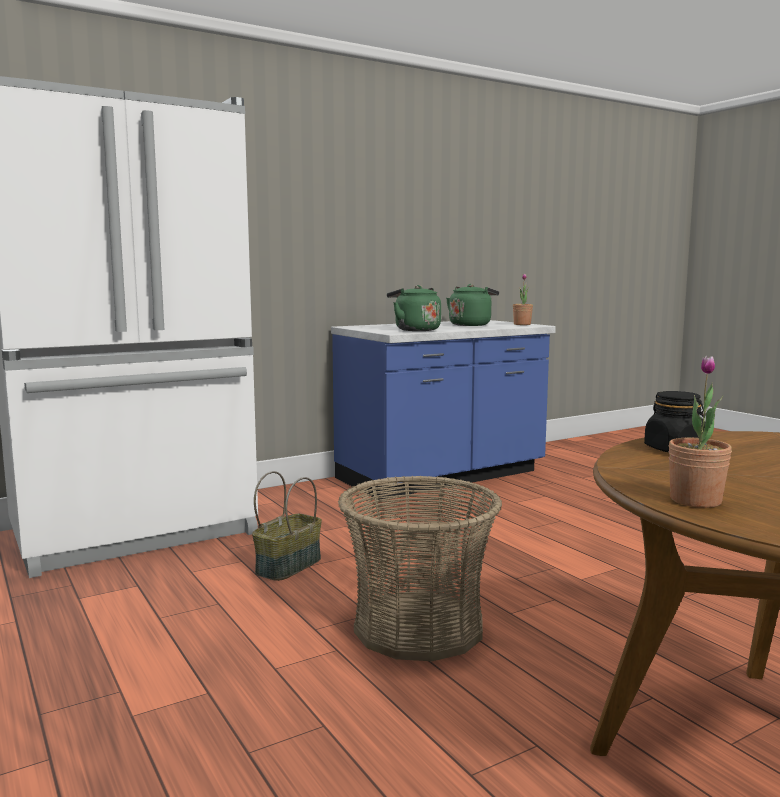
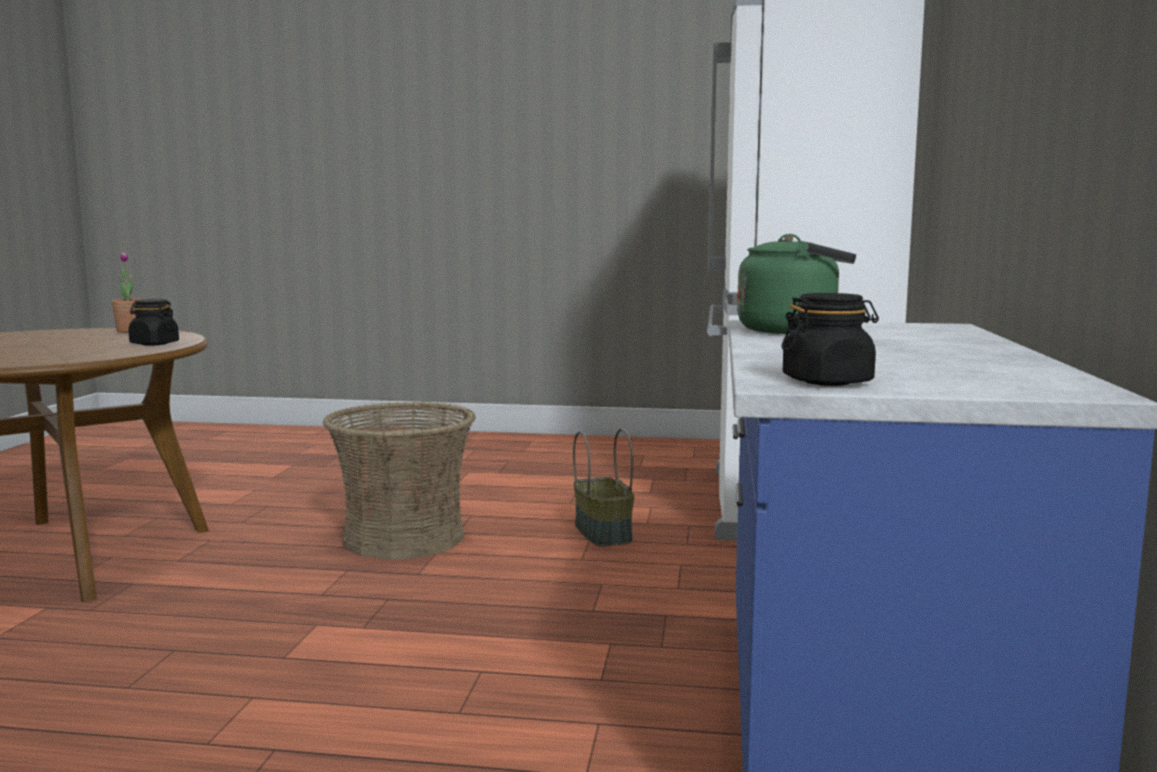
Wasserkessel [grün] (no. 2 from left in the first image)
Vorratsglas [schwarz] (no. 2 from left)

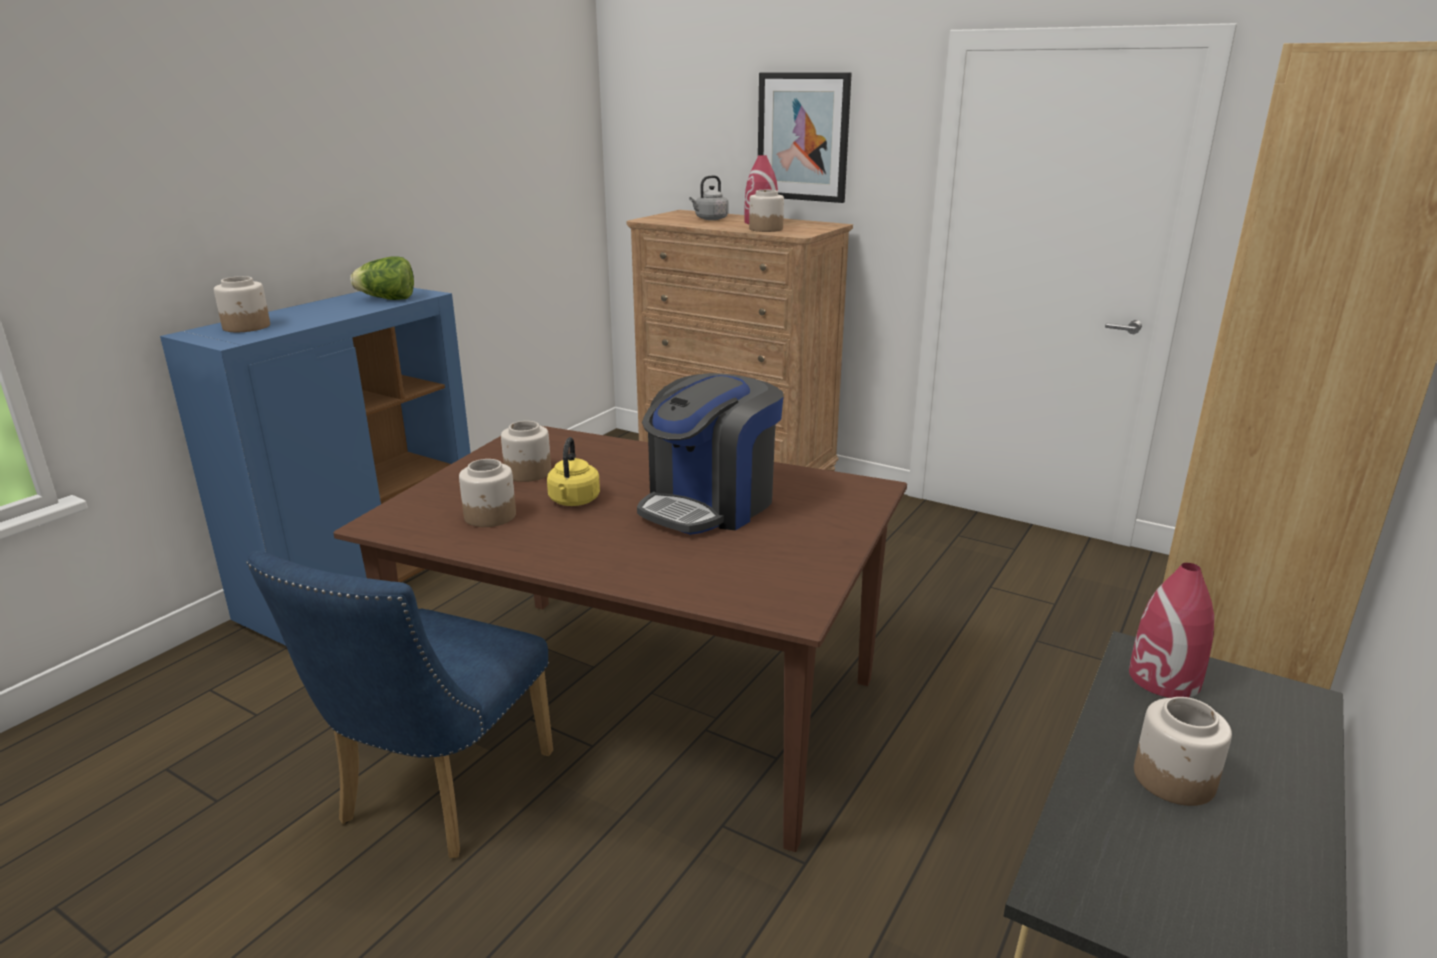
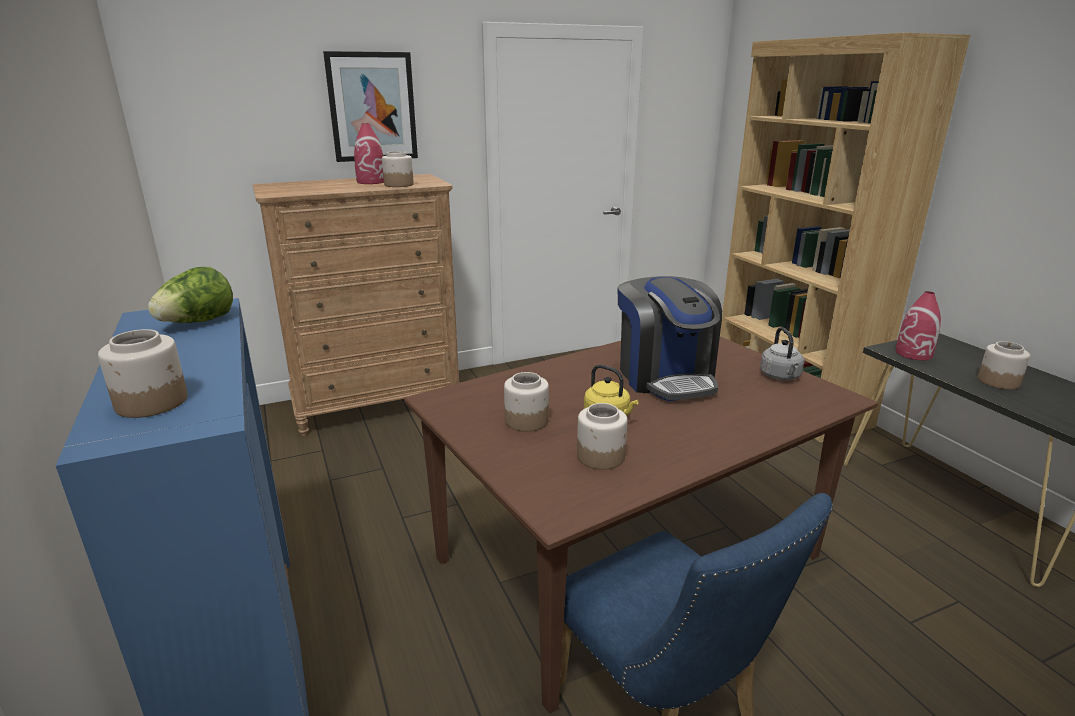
Wasserkessel [grau]

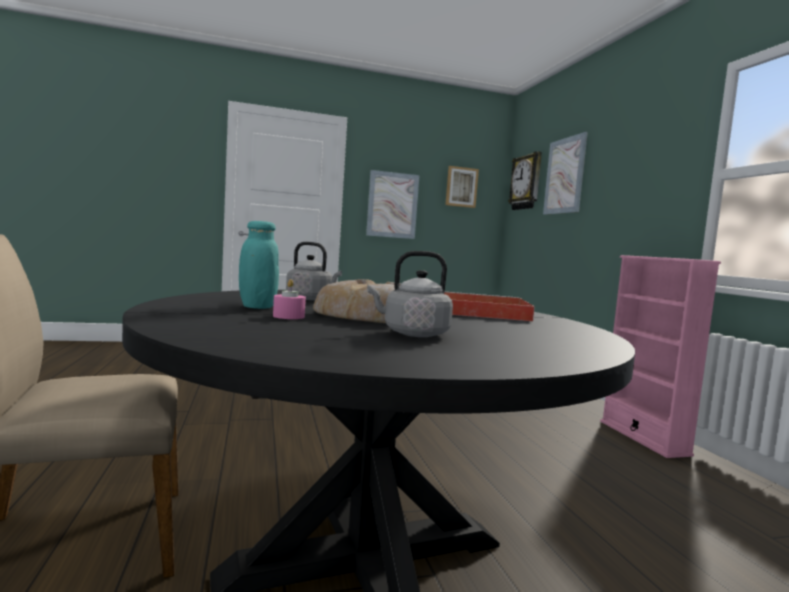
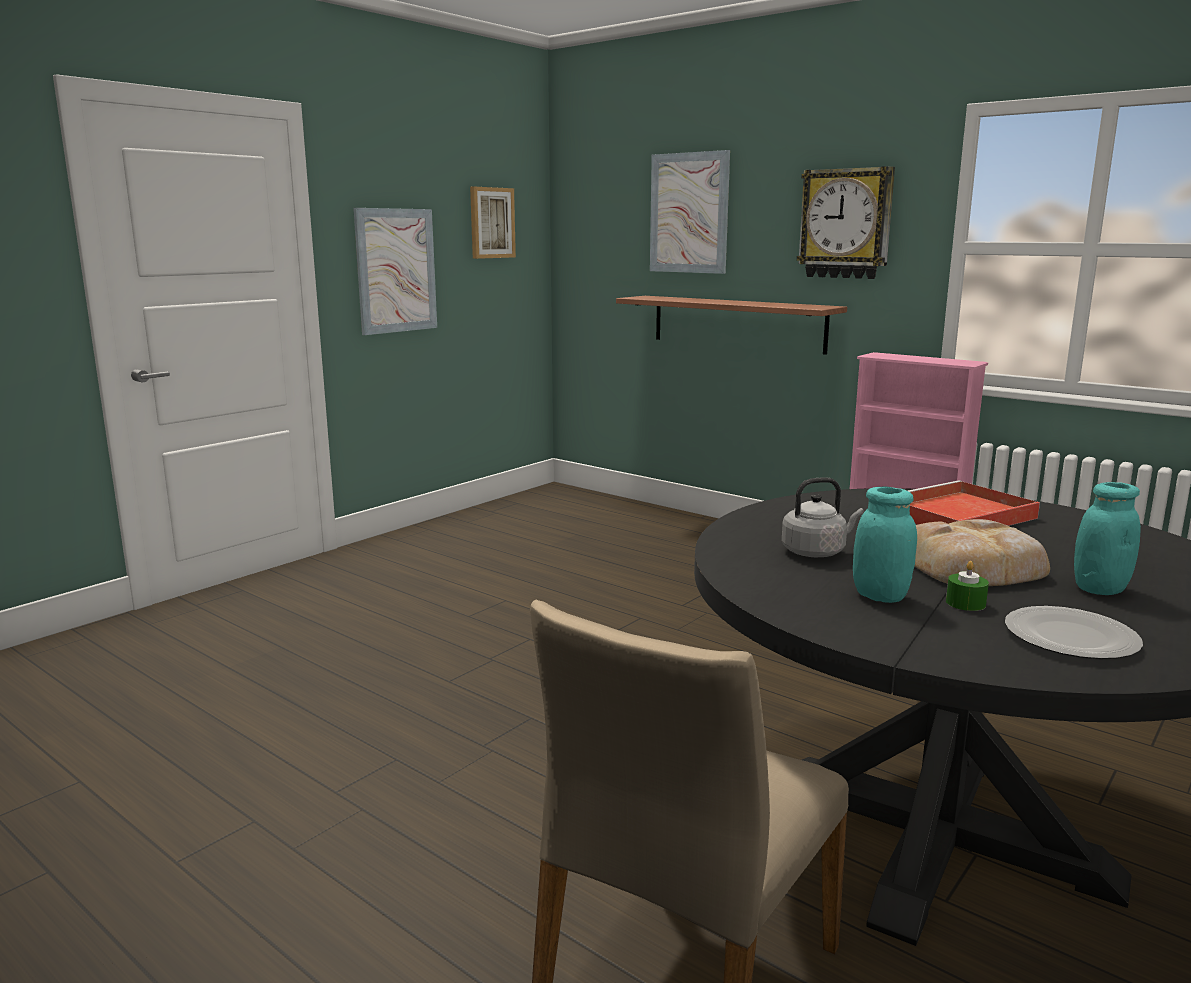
Kerze [grün]
Vorratsglas [türkis] (no. 2 from left)
Wanduhr
Wandregal
Teller

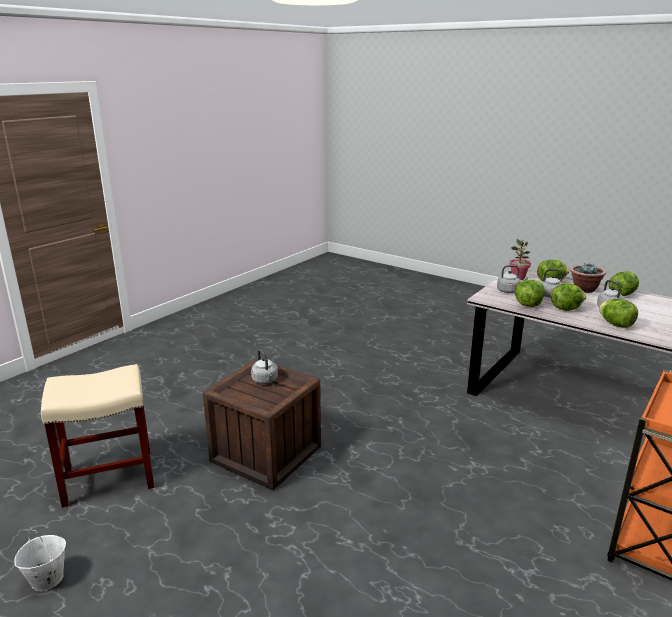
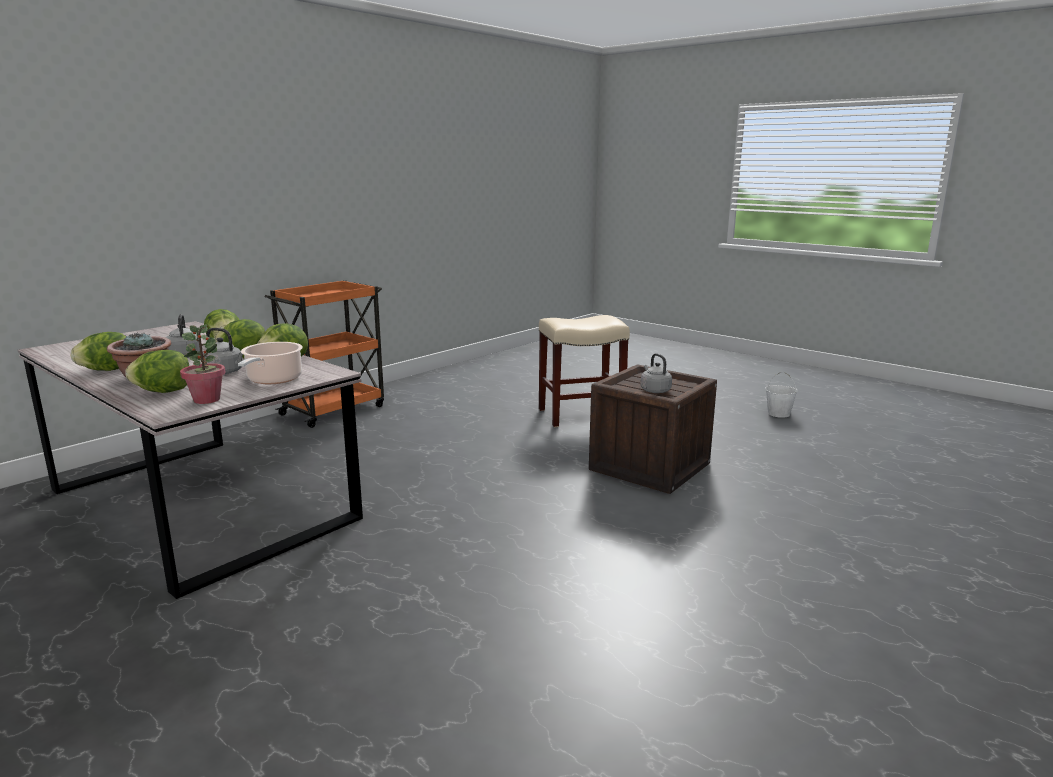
Hocker [beige]
Kochtopf

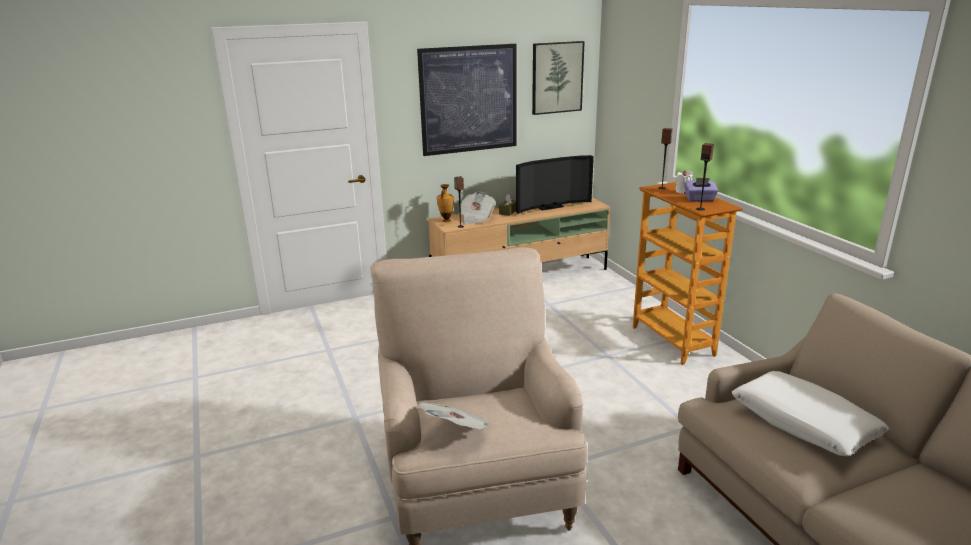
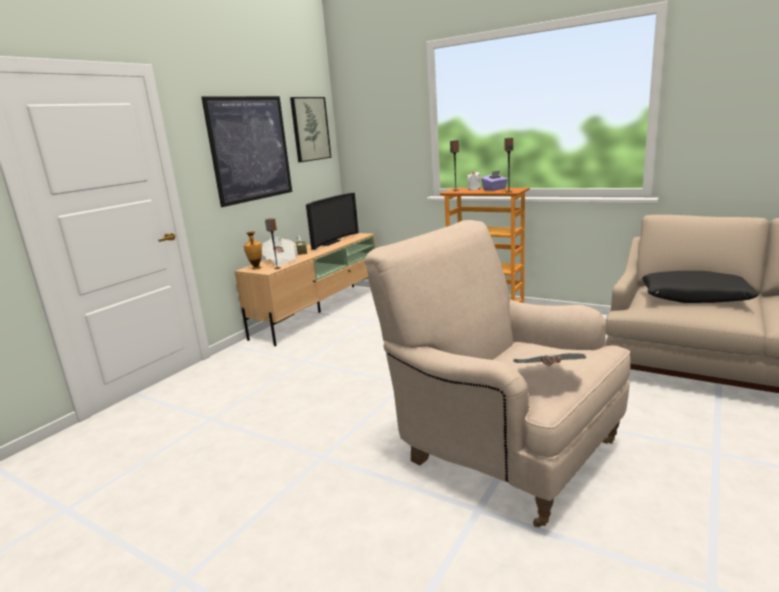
Kissen [schwarz]

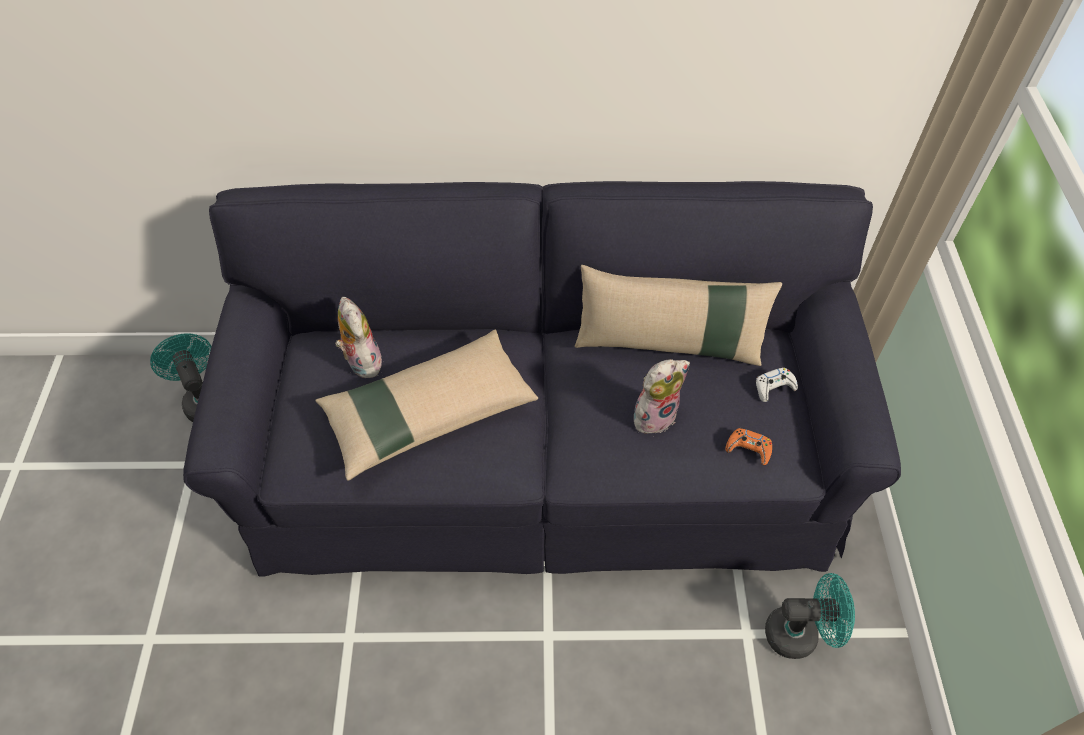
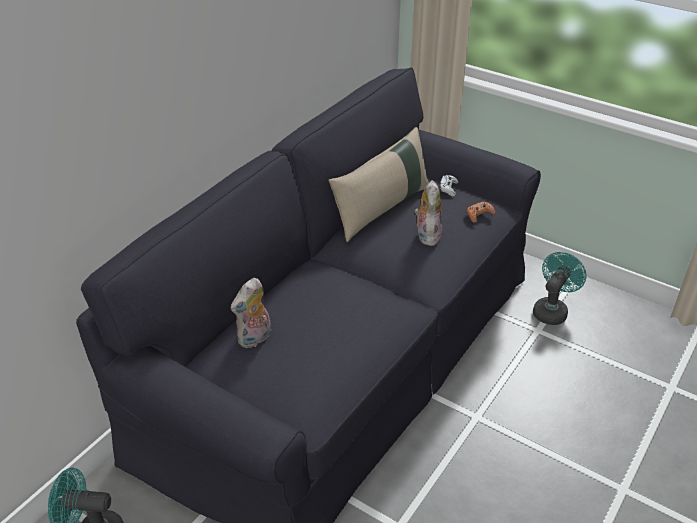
Kissen [beige] (no. 1 from left in the first image)
Plüschtier (no. 1 from left)

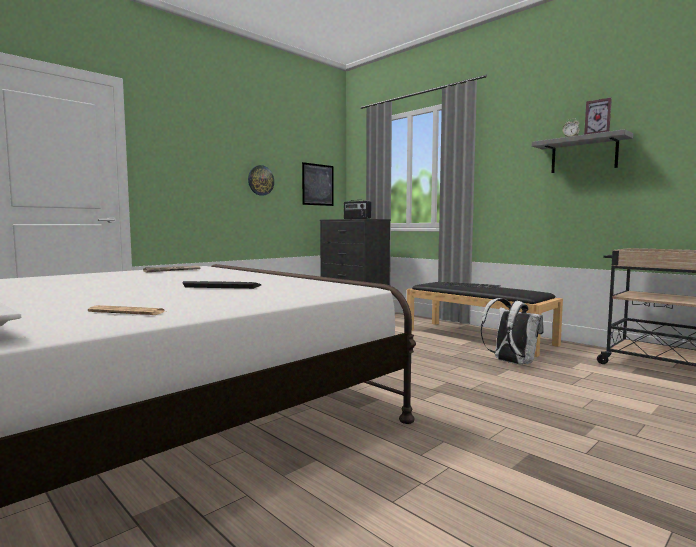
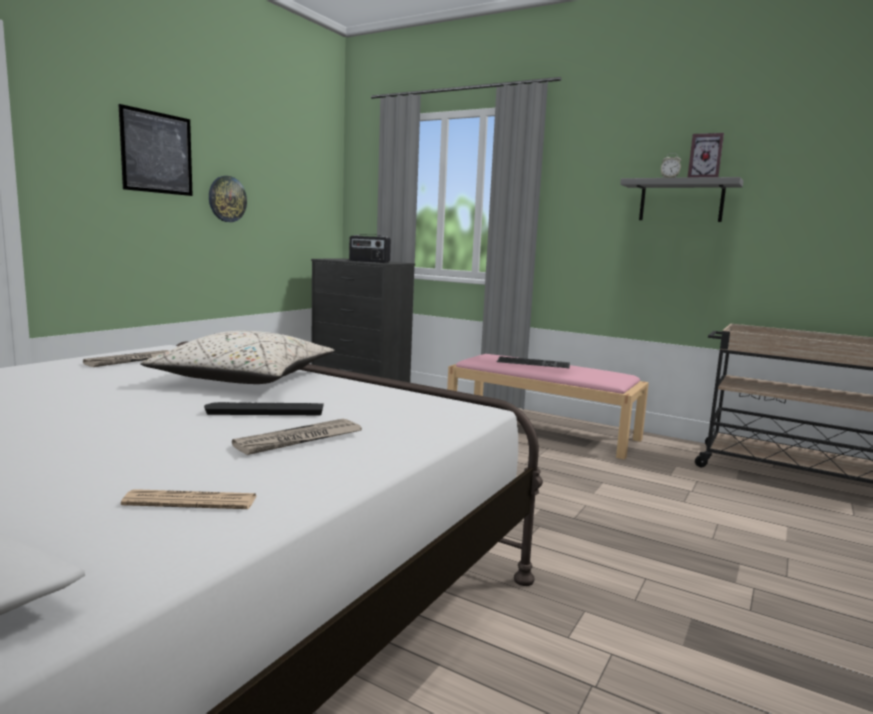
Bild
Bank [rosa]
Rucksack [weiß]
Kissen [beige]
Zeitung (no. 3 from left)

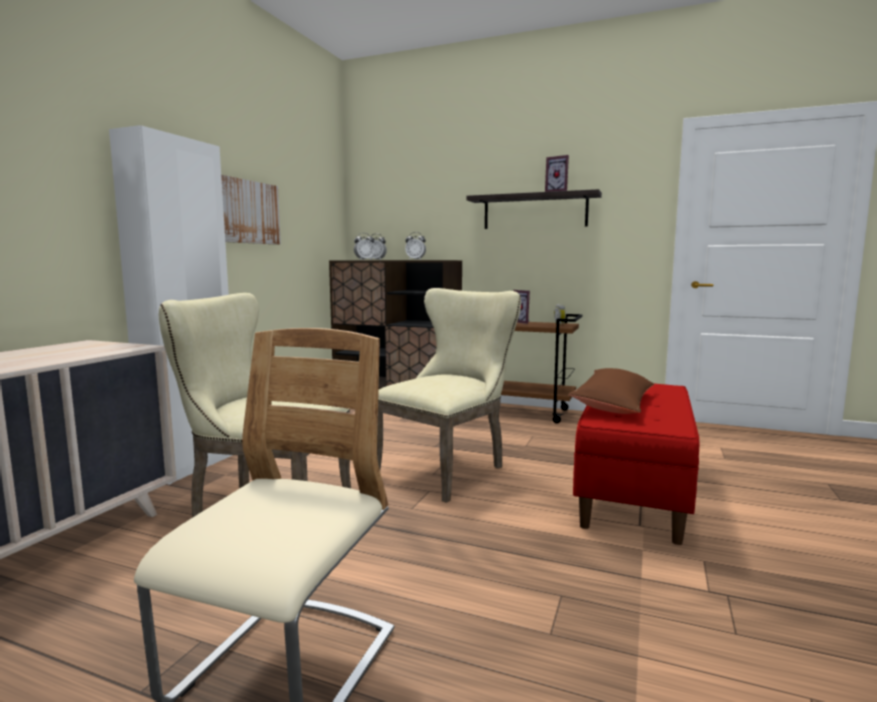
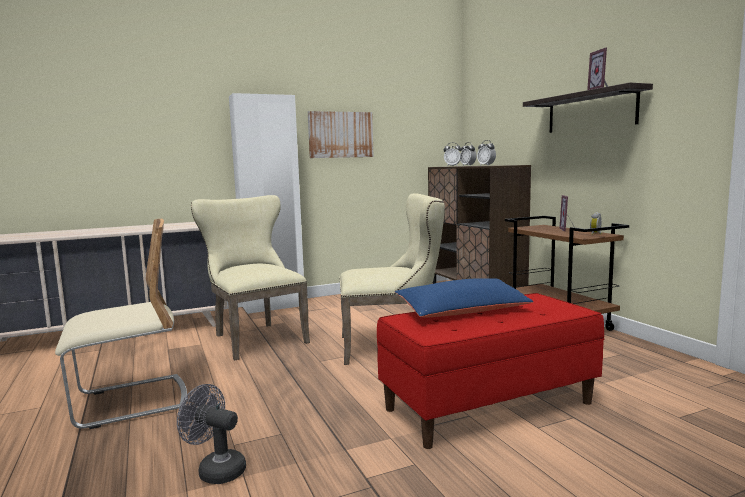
Kissen [blau]
Ventilator [grau]

